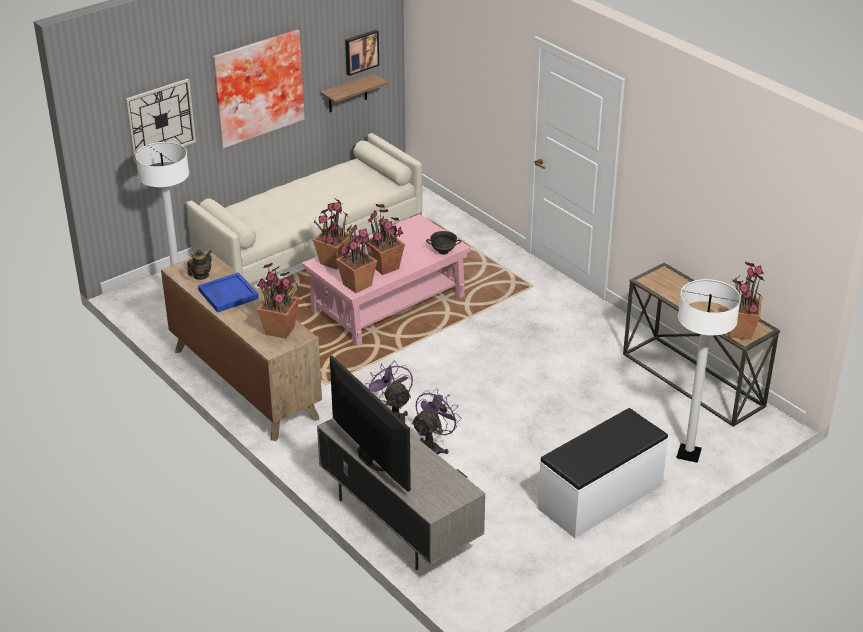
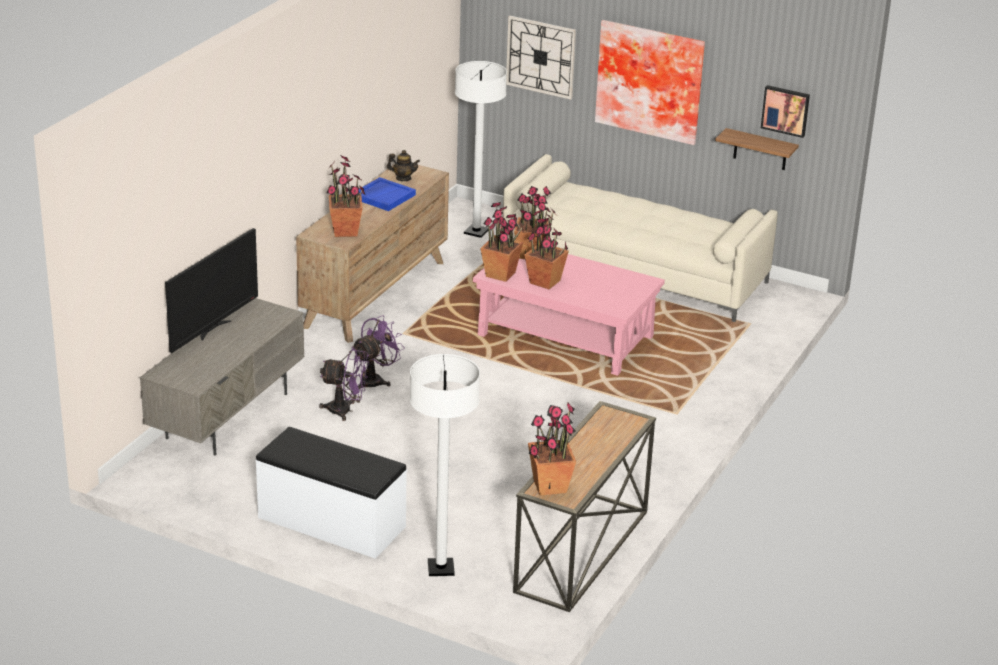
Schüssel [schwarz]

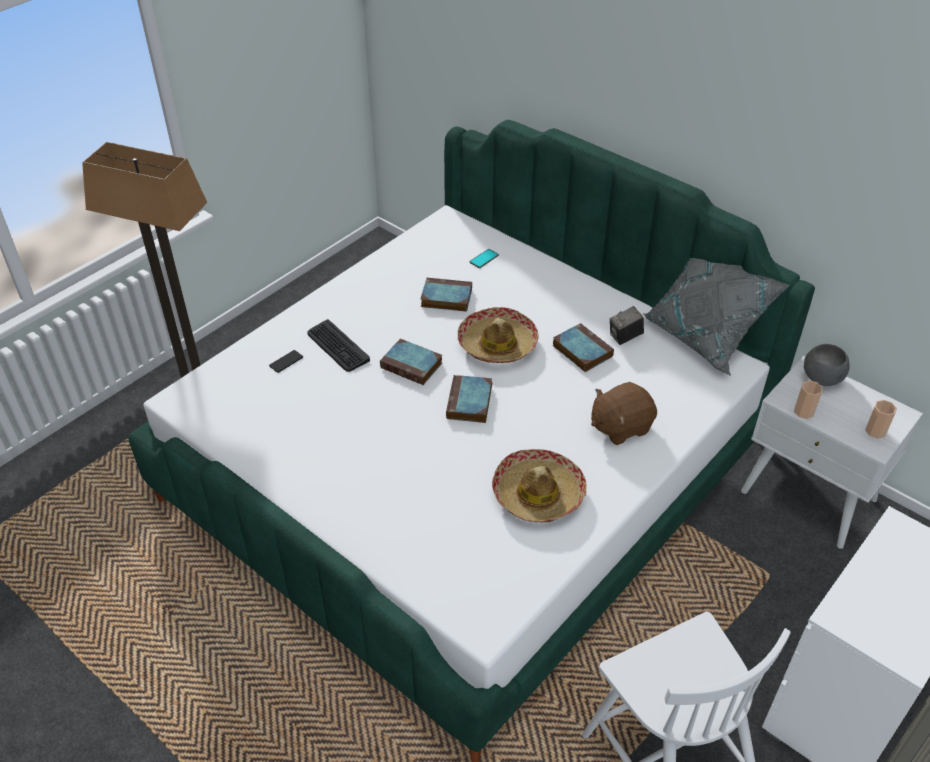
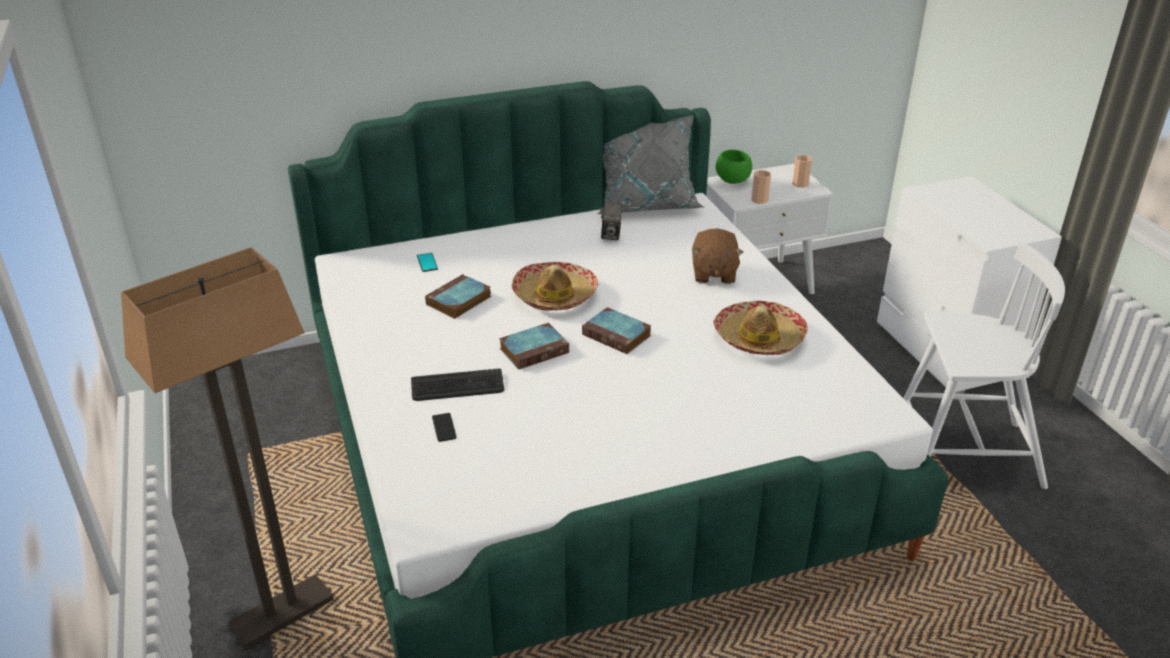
Buch (no. 4 from left in the first image)
Schüssel [grün]

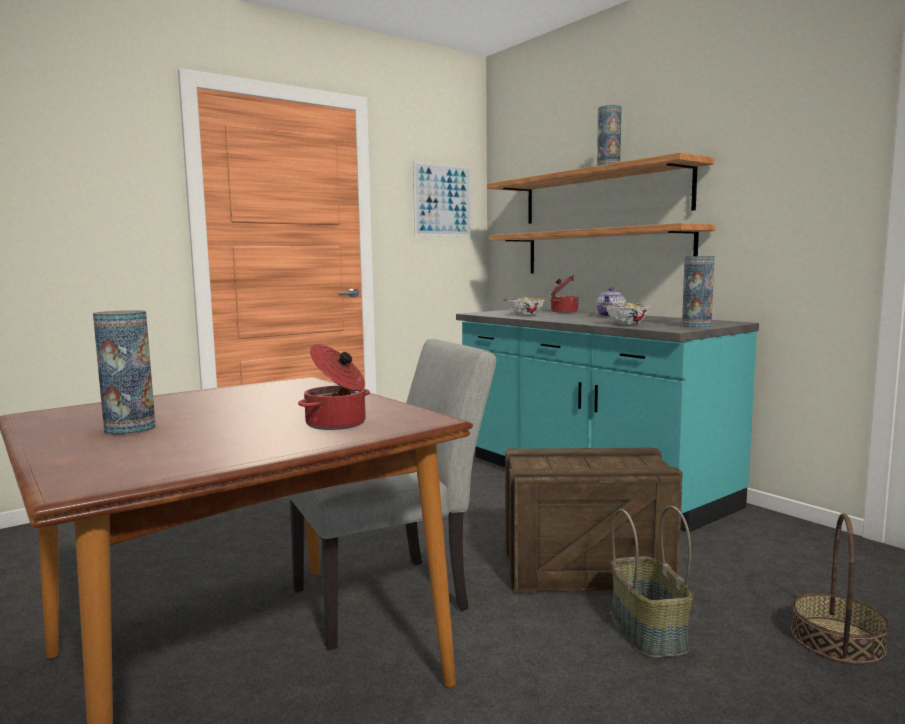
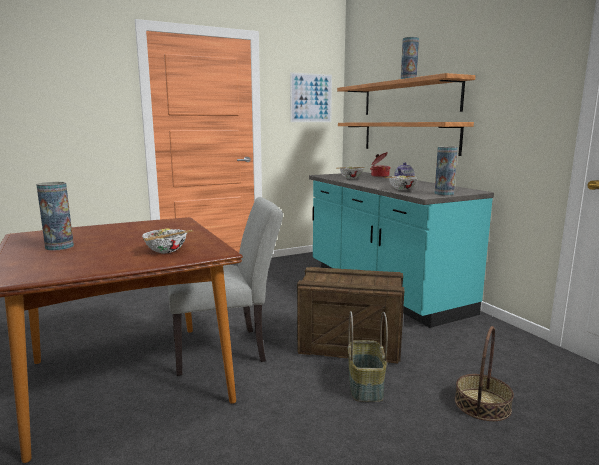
Schüssel (no. 1 from left)

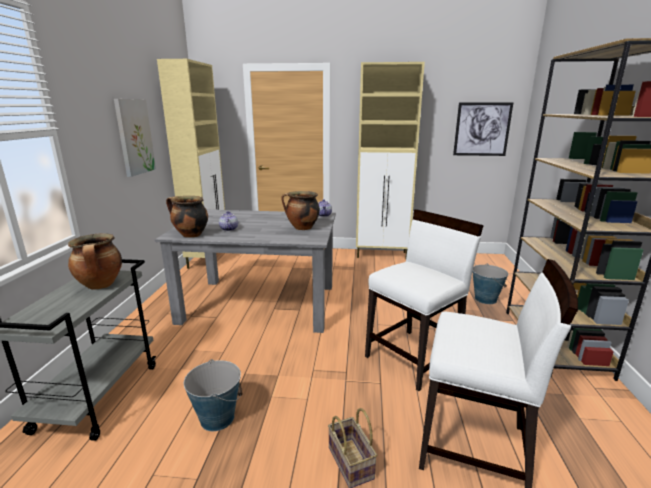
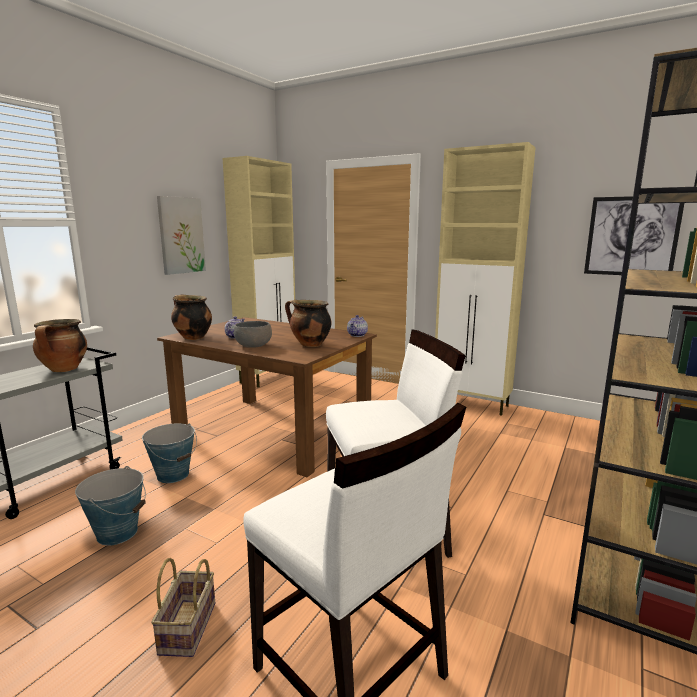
Esstisch [braun]
Eimer (no. 2 from left)
Schüssel [grau]

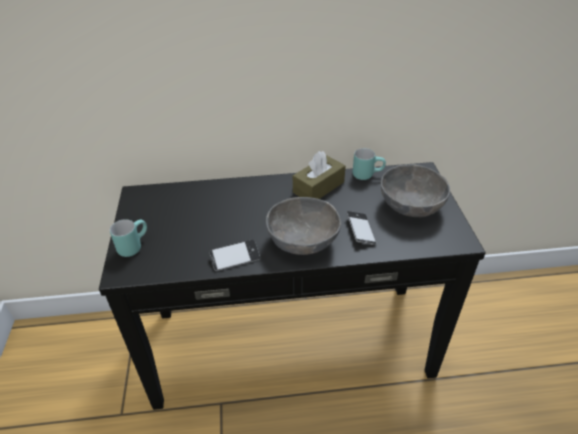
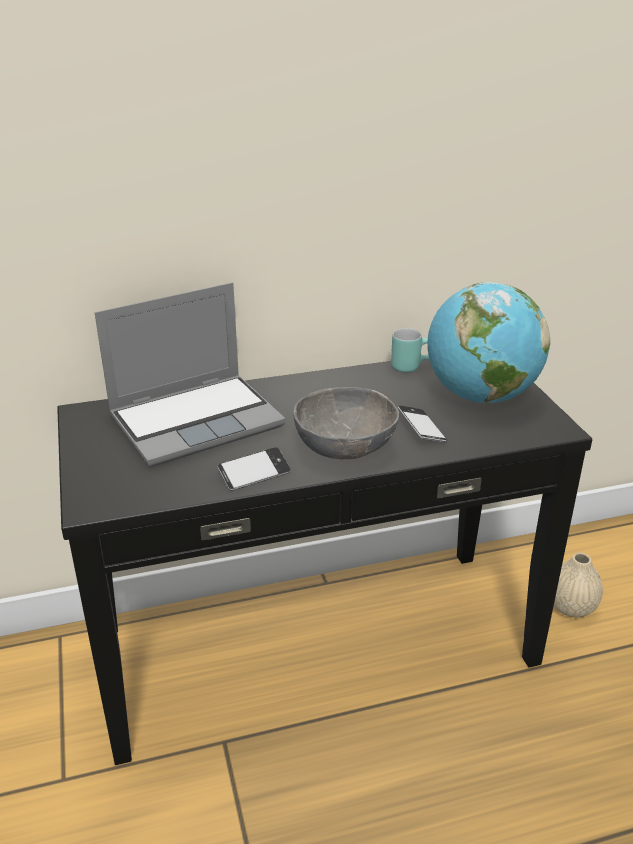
Henkelbecher [türkis] (no. 1 from left in the first image)
Taschentuchbox [braun]
Globus
Laptop
Vase [beige]

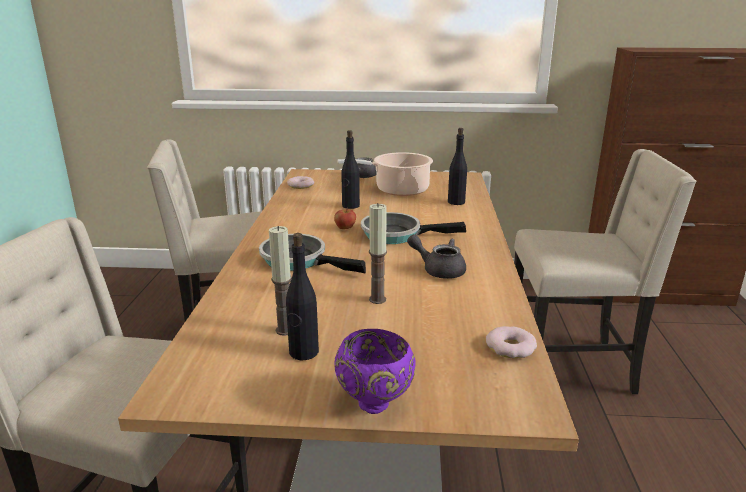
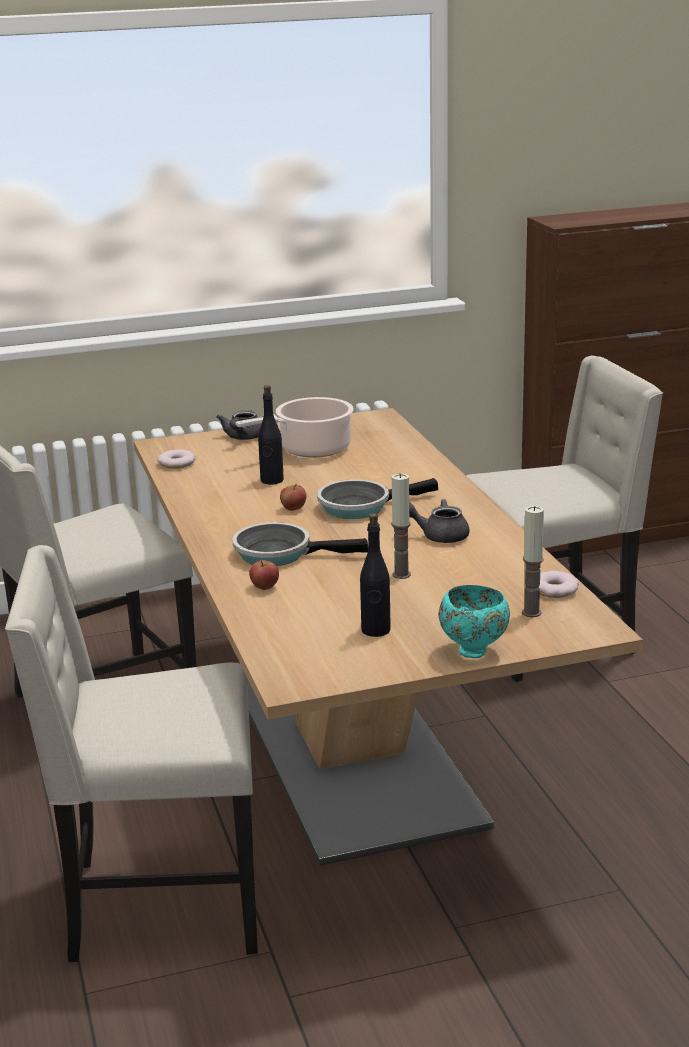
Kerze (no. 2 from left)
Schüssel [türkis]
Flasche [schwarz] (no. 3 from left in the first image)
Apfel (no. 1 from left)

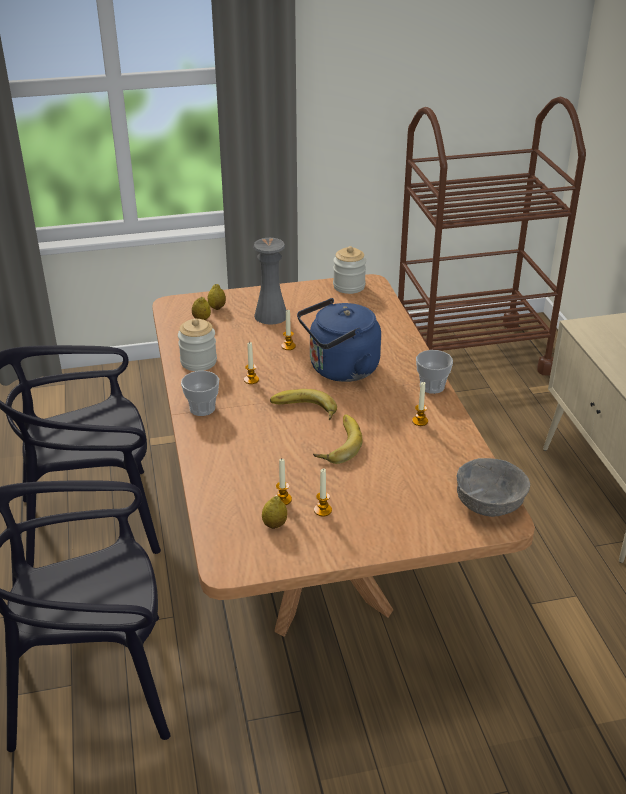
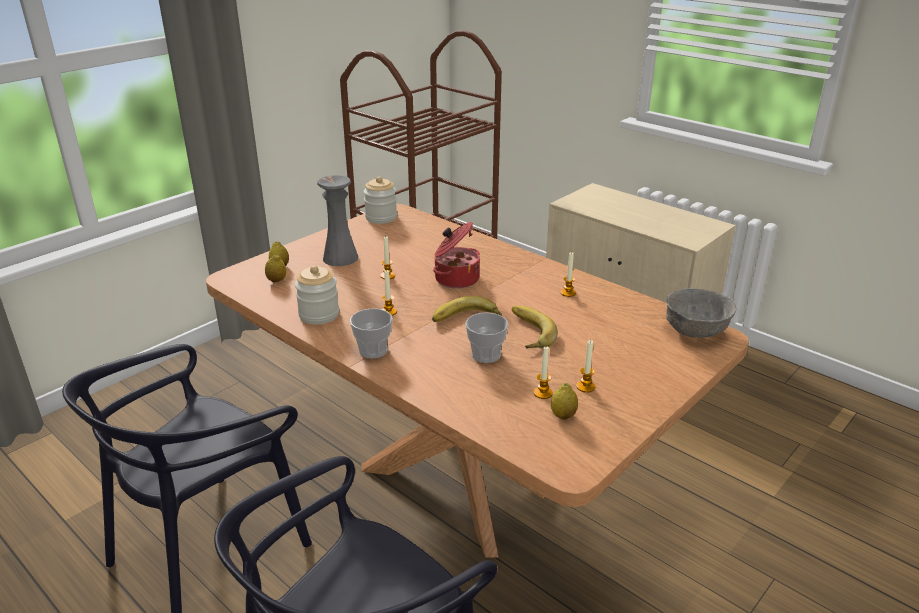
Kochtopf
Tasse (no. 2 from left)

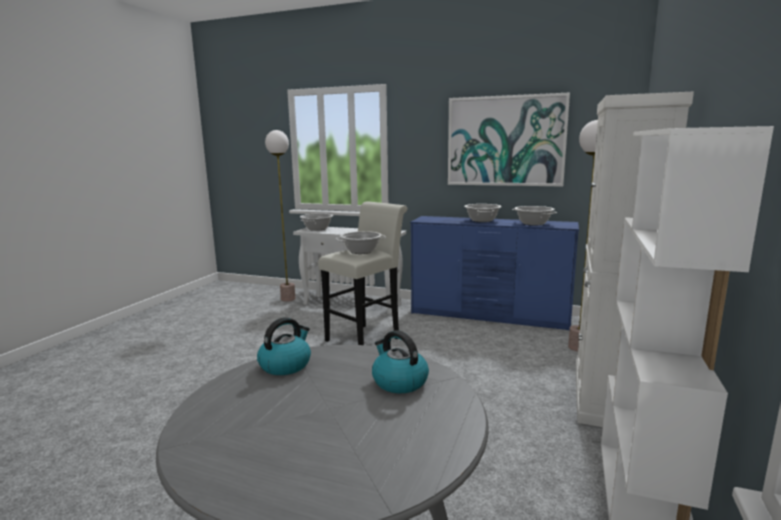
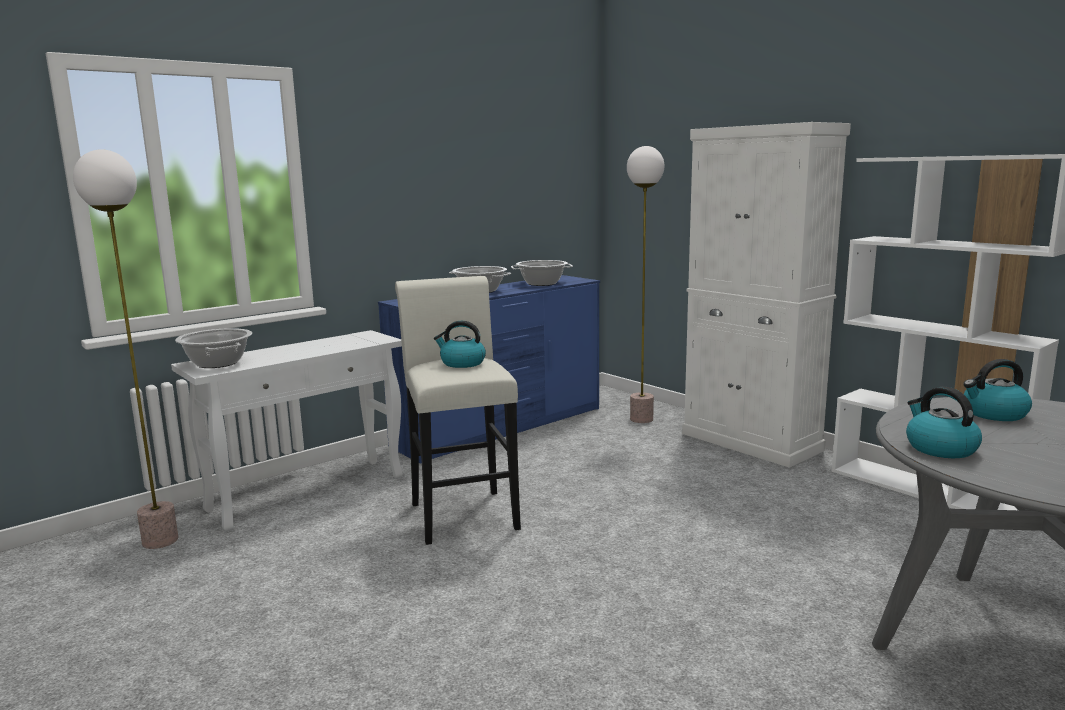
Wasserkessel (no. 1 from left)
Bild

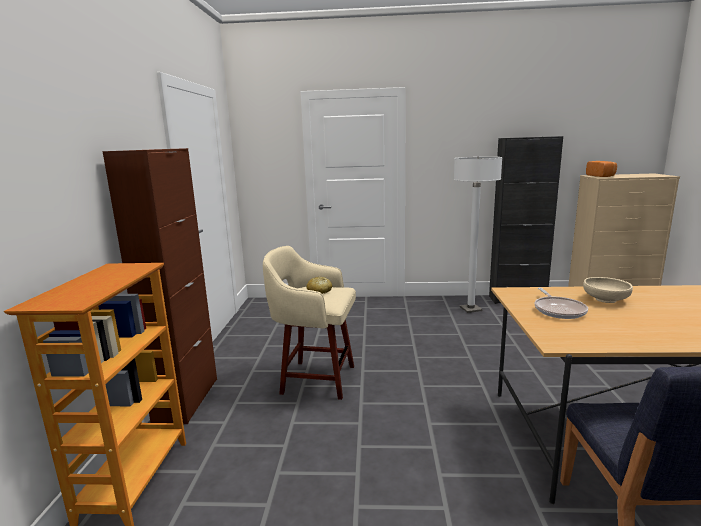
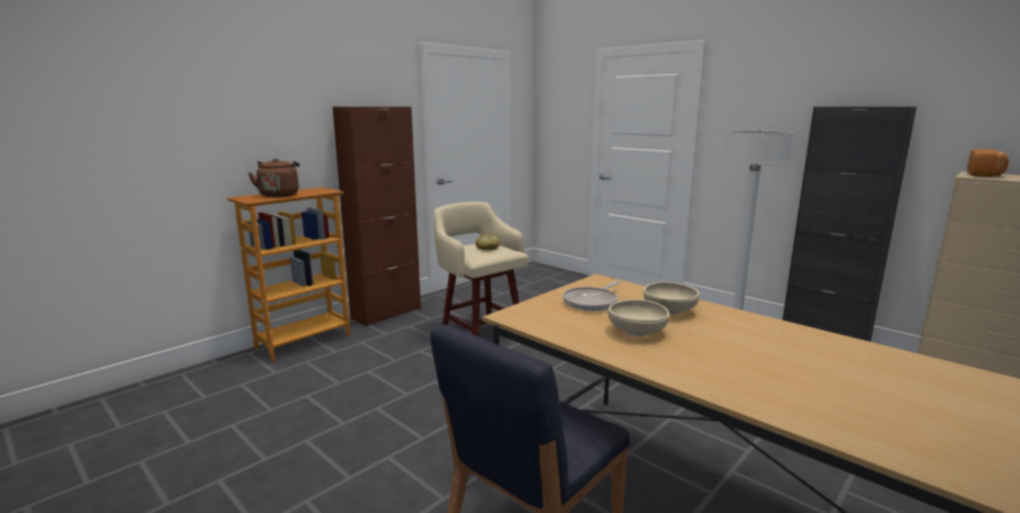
Wasserkessel [braun]
Schüssel [beige] (no. 1 from left)

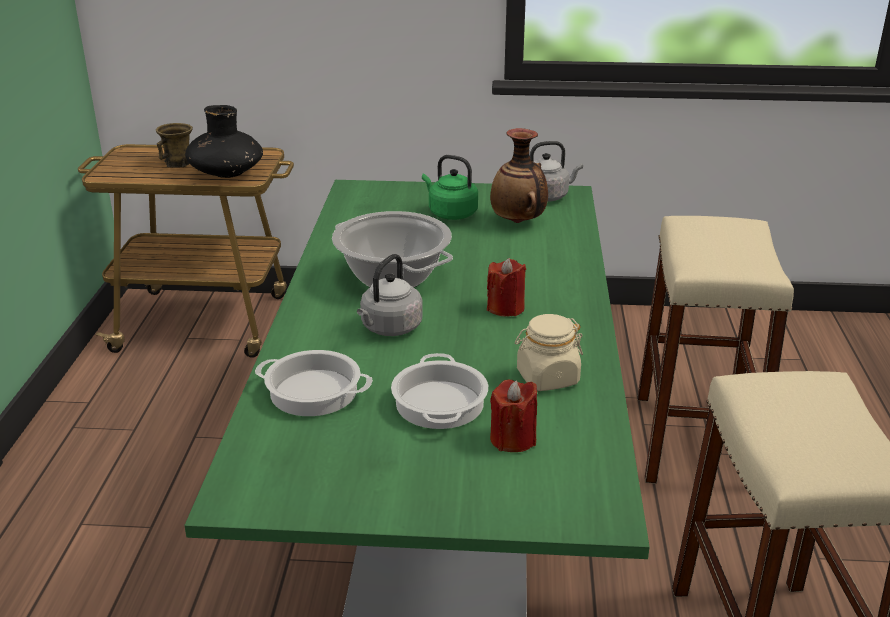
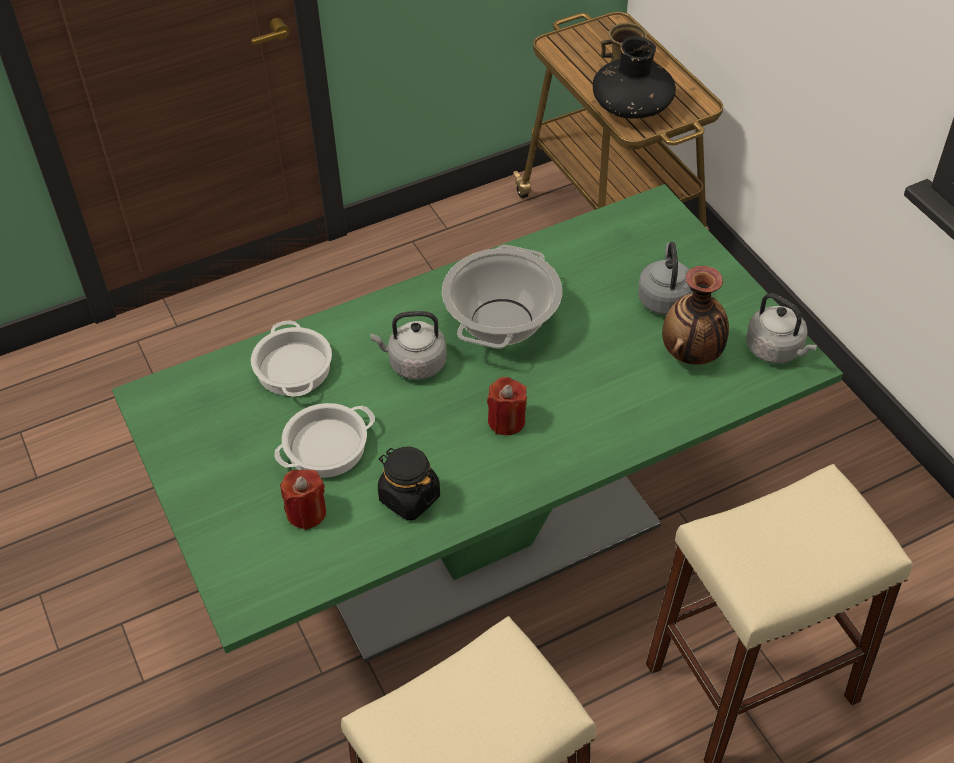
Wasserkessel [grau] (no. 2 from left)
Vorratsglas [schwarz]

